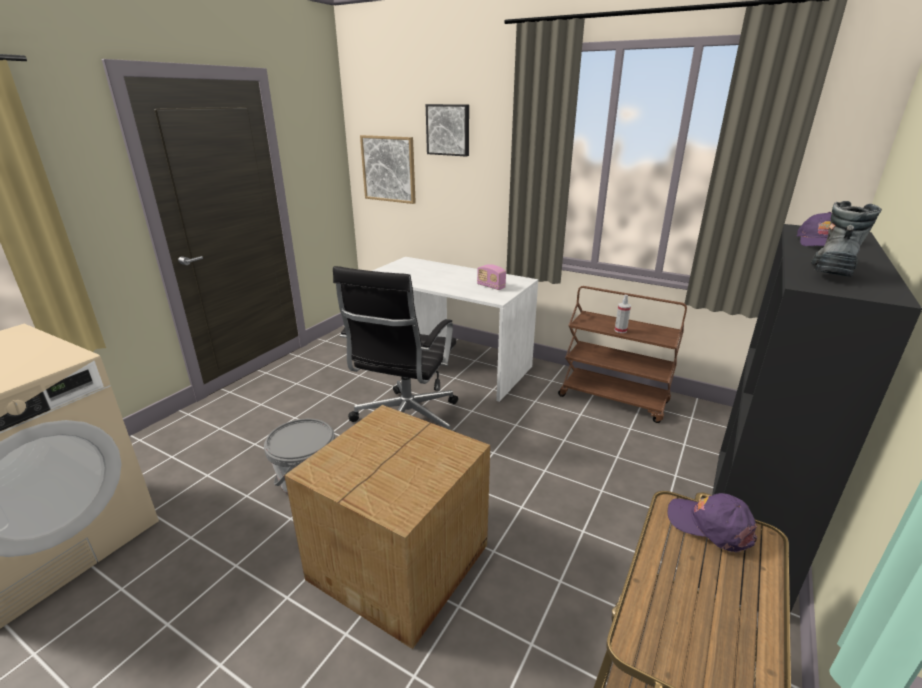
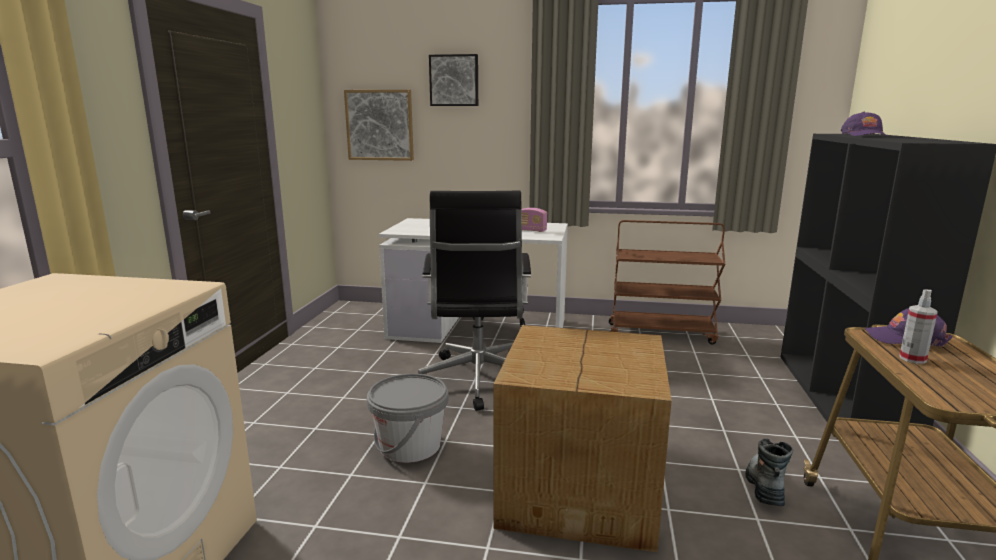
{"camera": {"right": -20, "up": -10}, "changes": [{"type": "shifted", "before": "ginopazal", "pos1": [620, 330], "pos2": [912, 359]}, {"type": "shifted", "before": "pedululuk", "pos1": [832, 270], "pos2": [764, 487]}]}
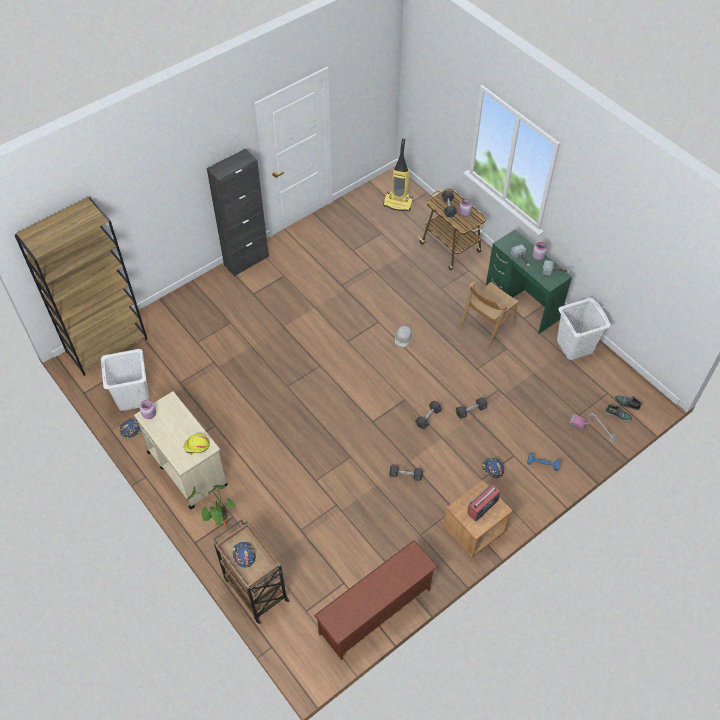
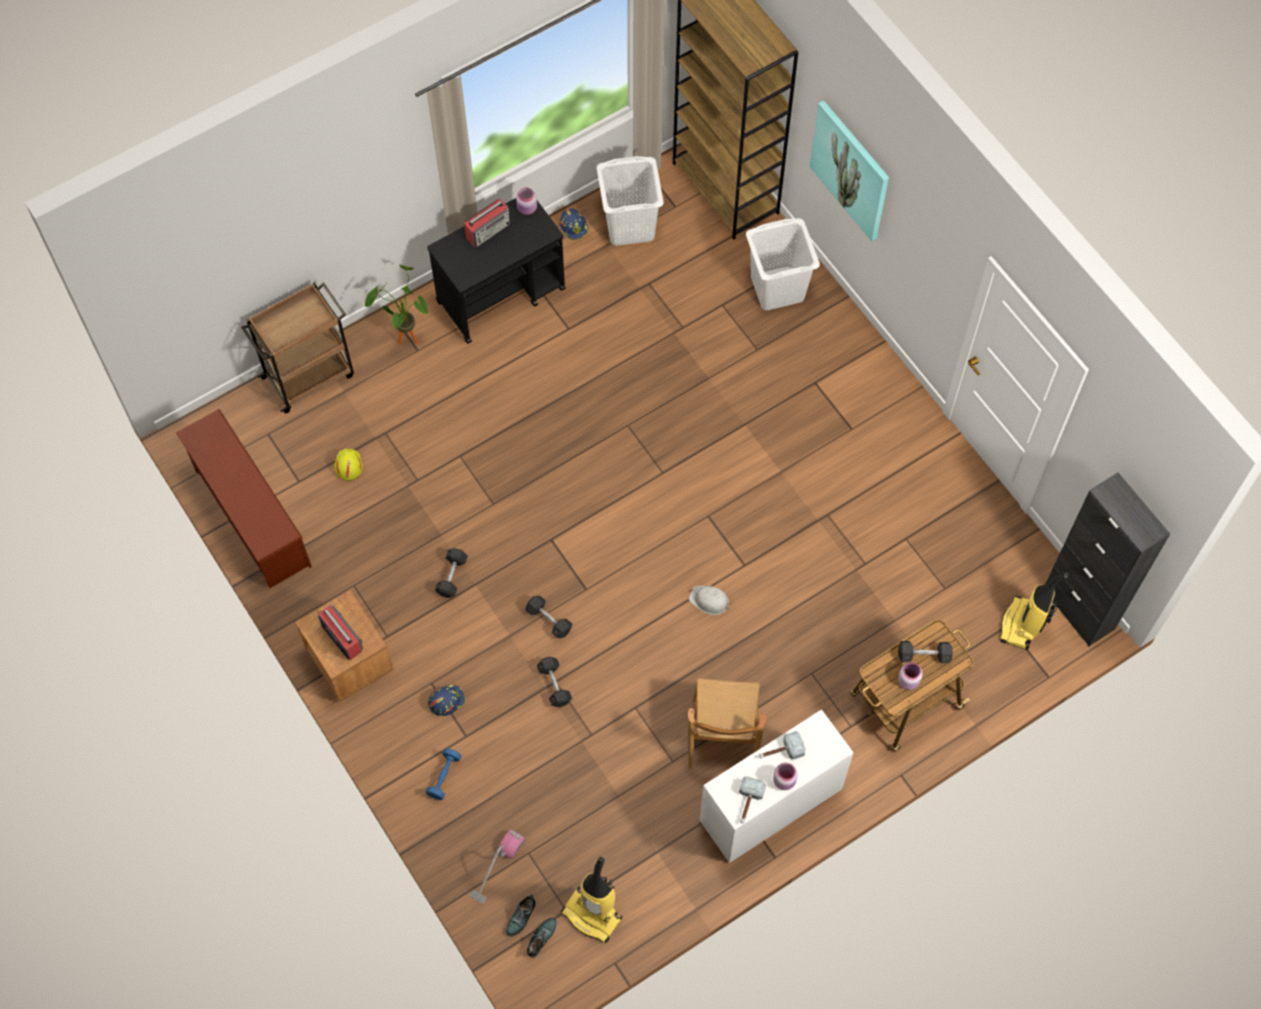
{"camera": {"right": 95, "up": 10}, "changes": [{"type": "repainted", "before": "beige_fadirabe", "after": "black_fadirabe", "pos1": [187, 468], "pos2": [502, 295]}, {"type": "shifted", "before": "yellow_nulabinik", "pos1": [197, 446], "pos2": [348, 465]}, {"type": "shifted", "before": "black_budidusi", "pos1": [246, 261], "pos2": [1078, 609]}, {"type": "gone", "before": "blue_nulabinik", "pos1": [243, 555]}, {"type": "rotated", "before": "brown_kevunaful", "pos1": [486, 326], "pos2": [723, 736], "turn": -135}, {"type": "repainted", "before": "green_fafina", "after": "white_fafina", "pos1": [522, 302], "pos2": [771, 805]}, {"type": "shifted", "before": "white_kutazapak", "pos1": [574, 346], "pos2": [778, 288]}, {"type": "new", "after": "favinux", "pos2": [488, 230]}, {"type": "new", "after": "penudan", "pos2": [593, 915]}, {"type": "new", "after": "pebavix", "pos2": [851, 169]}]}
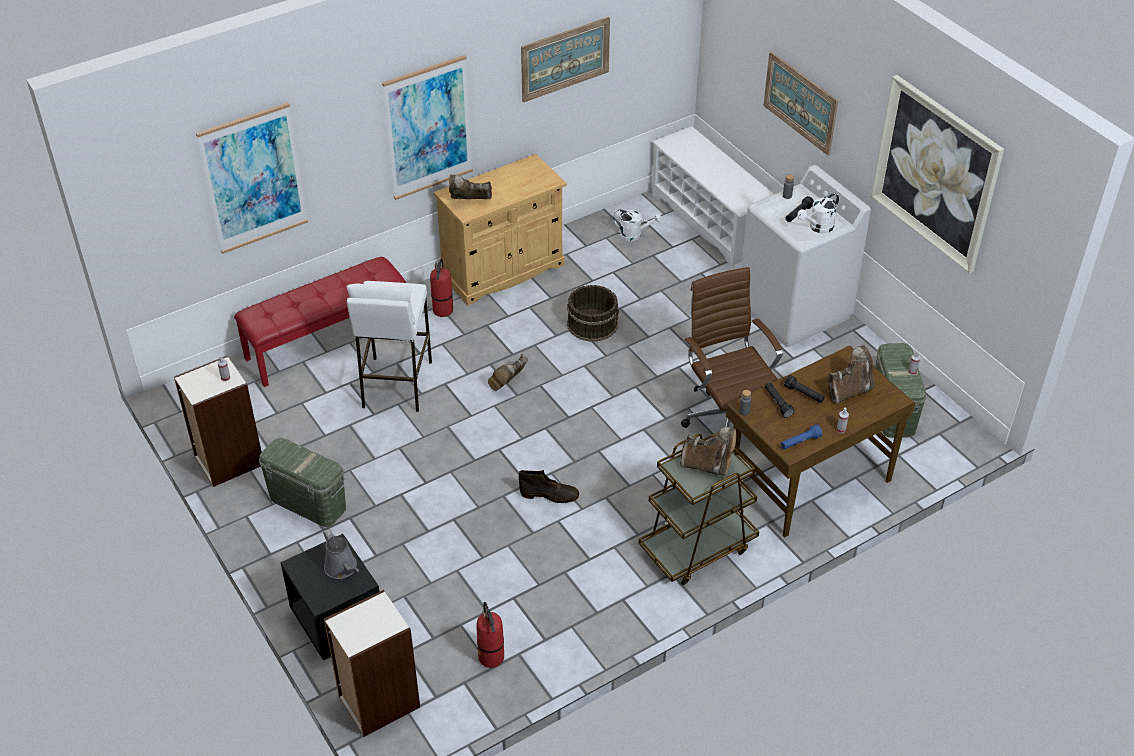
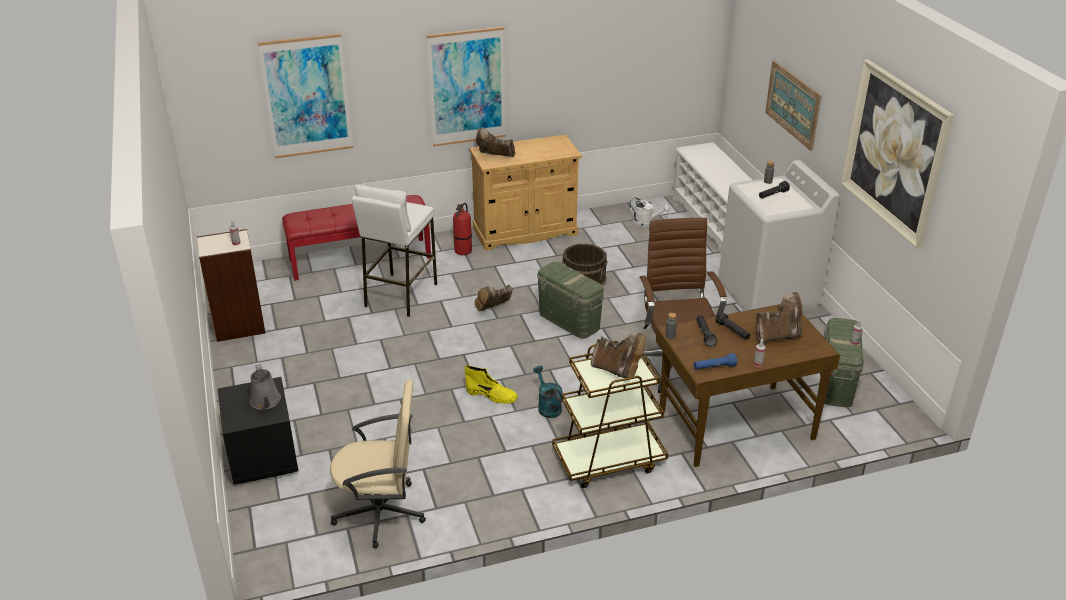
{"camera": {"right": 15, "up": -10}, "changes": [{"type": "shifted", "before": "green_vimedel", "pos1": [308, 502], "pos2": [569, 320]}, {"type": "gone", "before": "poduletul", "pos1": [378, 702]}, {"type": "swapped", "before": "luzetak", "after": "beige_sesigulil", "pos1": [491, 657], "pos2": [381, 513]}, {"type": "repainted", "before": "brown_pedululuk", "after": "yellow_pedululuk", "pos1": [550, 495], "pos2": [492, 395]}, {"type": "gone", "before": "pebavix", "pos1": [565, 59]}, {"type": "gone", "before": "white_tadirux", "pos1": [818, 227]}, {"type": "new", "after": "turquoise_tadirux", "pos2": [547, 406]}]}
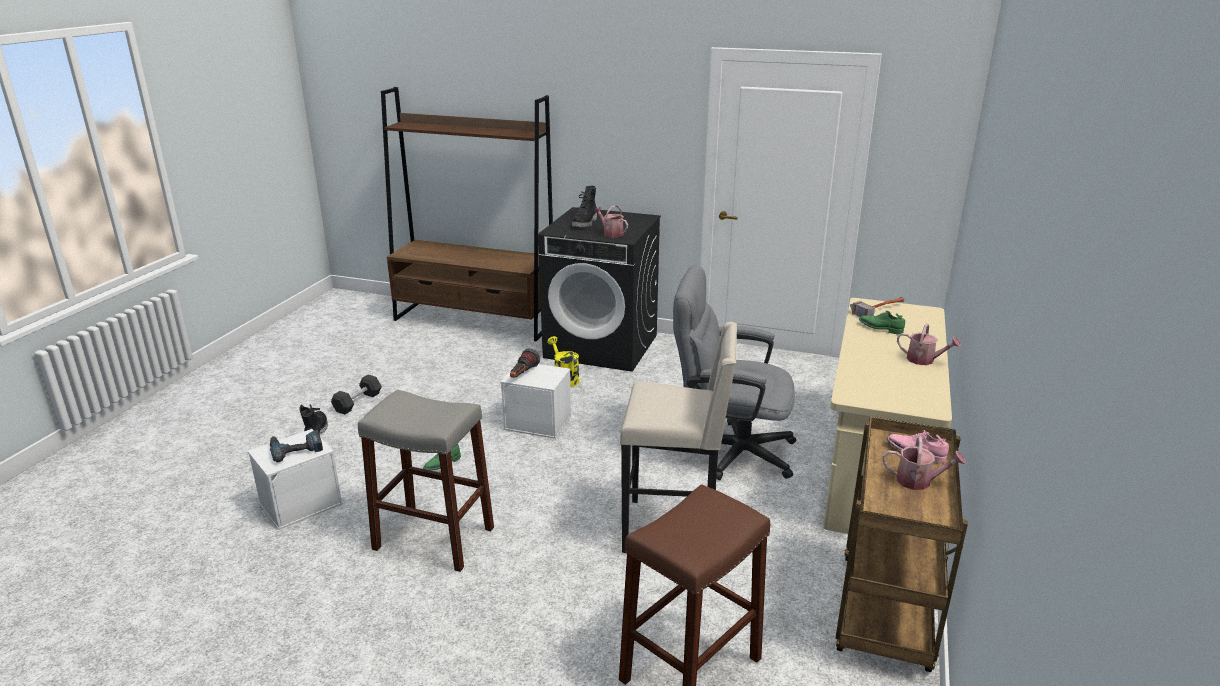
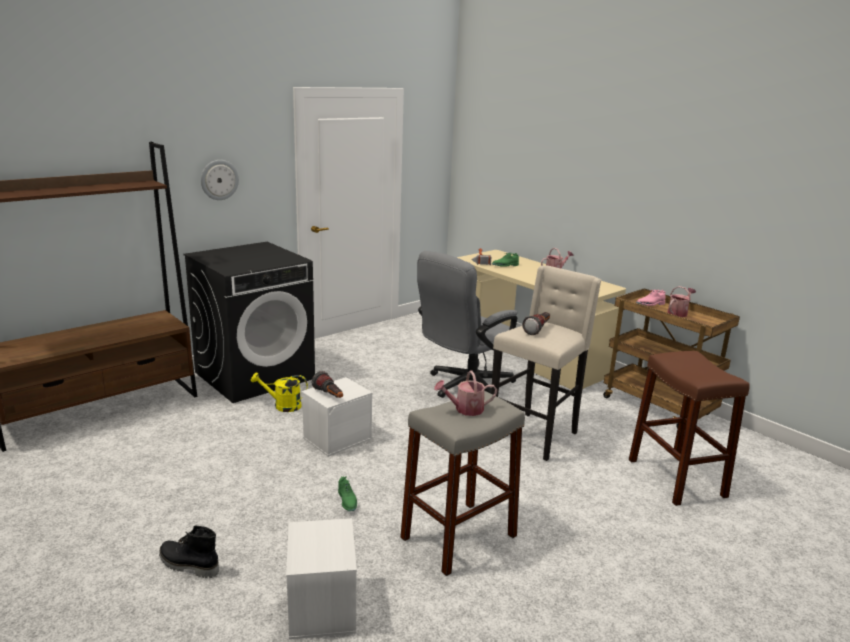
{"camera": {"right": -60, "up": -5}, "changes": [{"type": "gone", "before": "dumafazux", "pos1": [296, 448]}, {"type": "gone", "before": "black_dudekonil", "pos1": [358, 402]}, {"type": "gone", "before": "black_pedululuk", "pos1": [585, 223]}, {"type": "shifted", "before": "tadirux", "pos1": [611, 233], "pos2": [465, 409]}, {"type": "new", "after": "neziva", "pos2": [219, 179]}, {"type": "new", "after": "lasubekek", "pos2": [538, 329]}]}
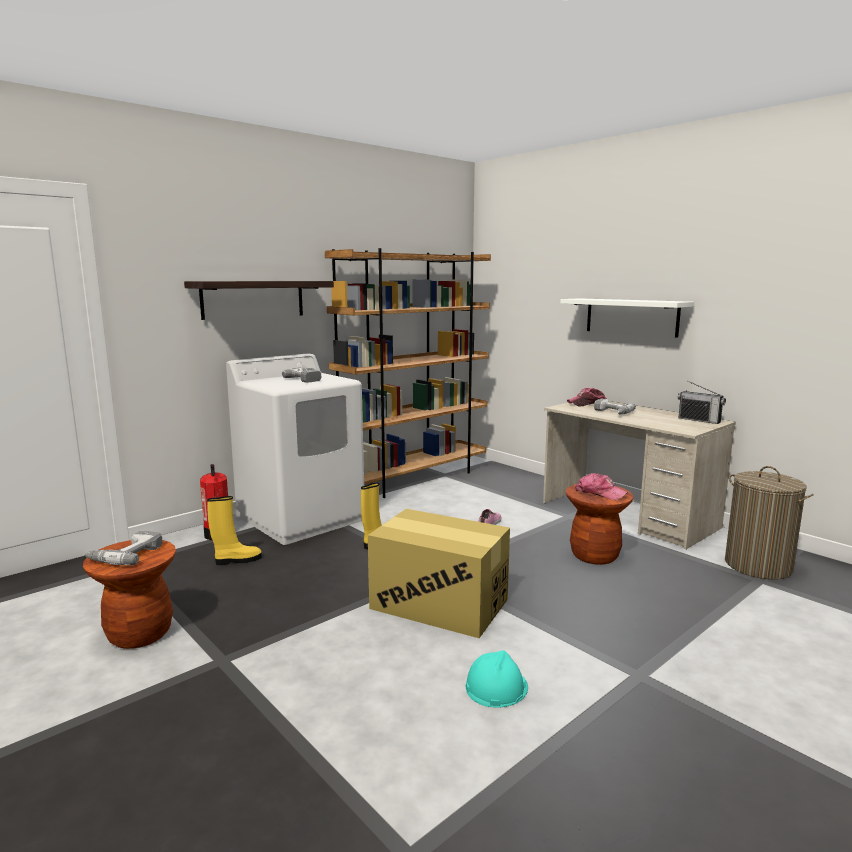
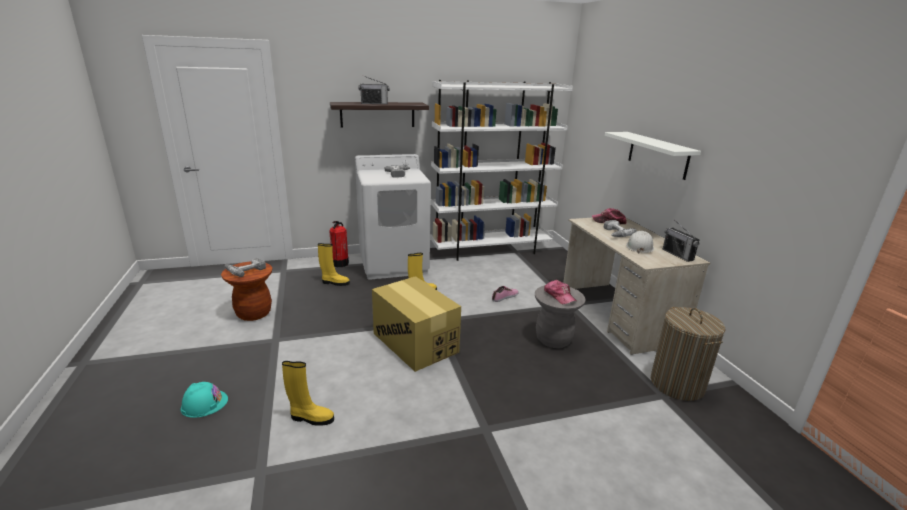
{"camera": {"right": 25, "up": 10}, "changes": [{"type": "repainted", "before": "brown_poduletul", "after": "white_poduletul", "pos1": [414, 479], "pos2": [491, 250]}, {"type": "shifted", "before": "turquoise_nulabinik", "pos1": [496, 687], "pos2": [204, 403]}, {"type": "repainted", "before": "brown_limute", "after": "grey_limute", "pos1": [594, 555], "pos2": [553, 339]}, {"type": "new", "after": "yellow_pedululuk", "pos2": [311, 418]}, {"type": "new", "after": "favinux", "pos2": [374, 103]}, {"type": "new", "after": "white_nulabinik", "pos2": [639, 247]}]}
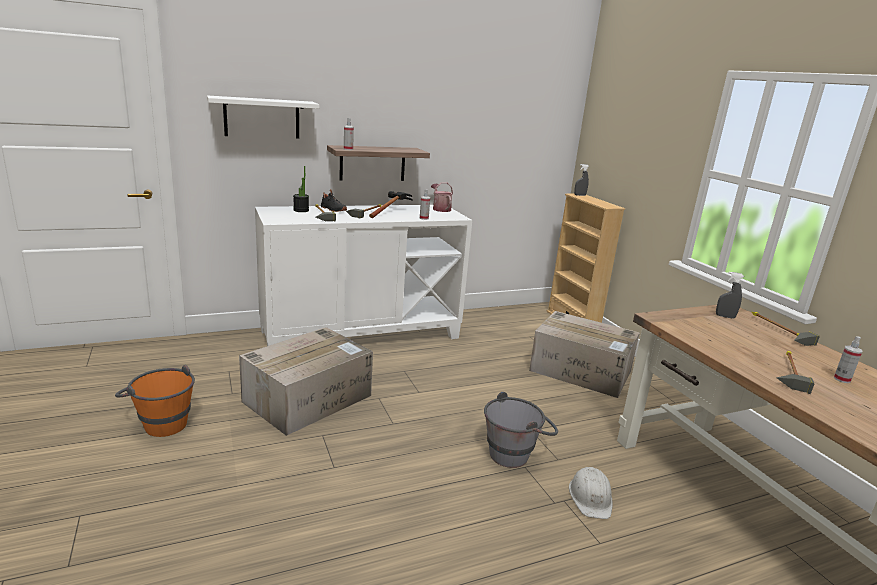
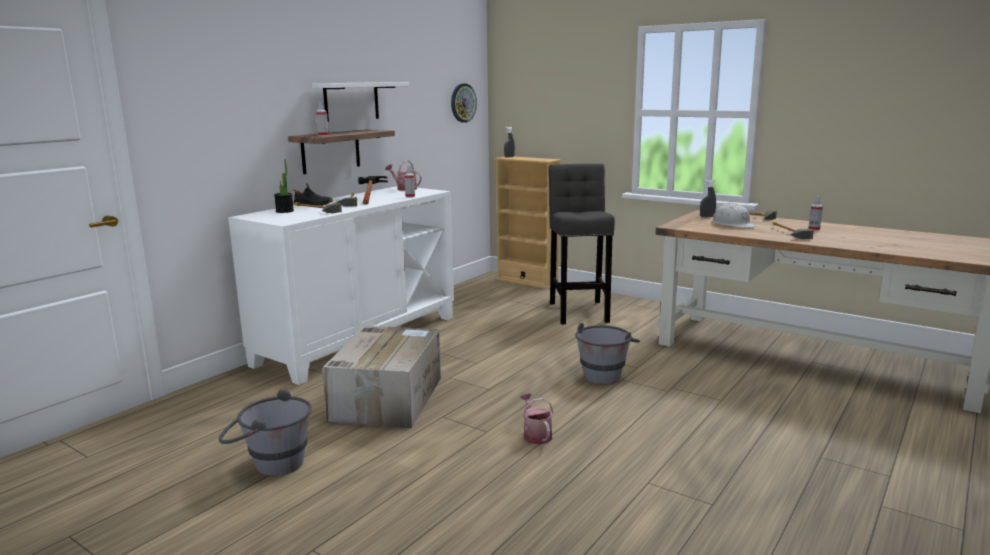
{"camera": {"right": -30, "up": -5}, "changes": [{"type": "repainted", "before": "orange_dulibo", "after": "grey_dulibo", "pos1": [160, 422], "pos2": [269, 464]}, {"type": "shifted", "before": "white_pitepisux", "pos1": [262, 118], "pos2": [351, 101]}, {"type": "swapped", "before": "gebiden", "after": "grey_limute", "pos1": [582, 371], "pos2": [579, 311]}, {"type": "shifted", "before": "white_nulabinik", "pos1": [591, 497], "pos2": [733, 224]}, {"type": "new", "after": "neziva", "pos2": [463, 103]}, {"type": "new", "after": "tadirux", "pos2": [536, 435]}]}
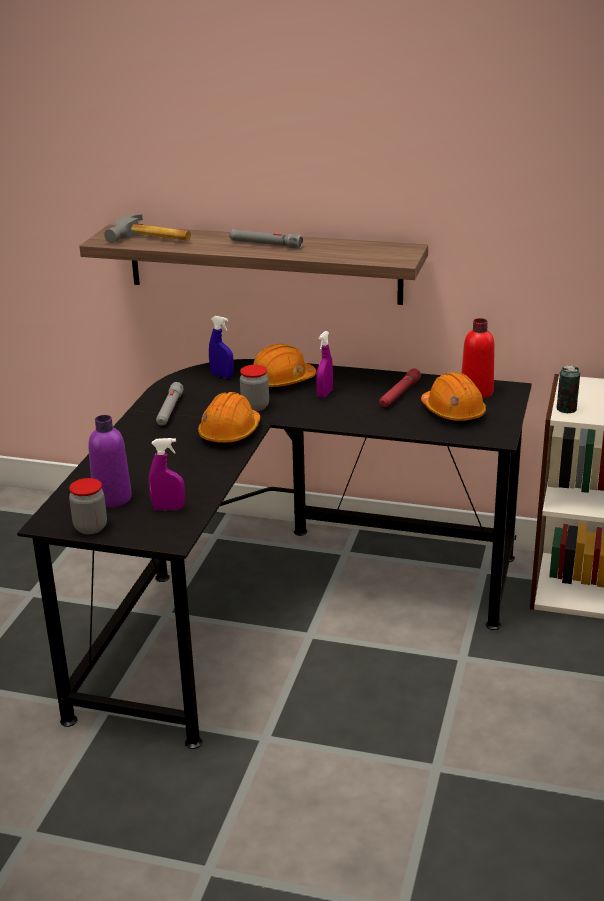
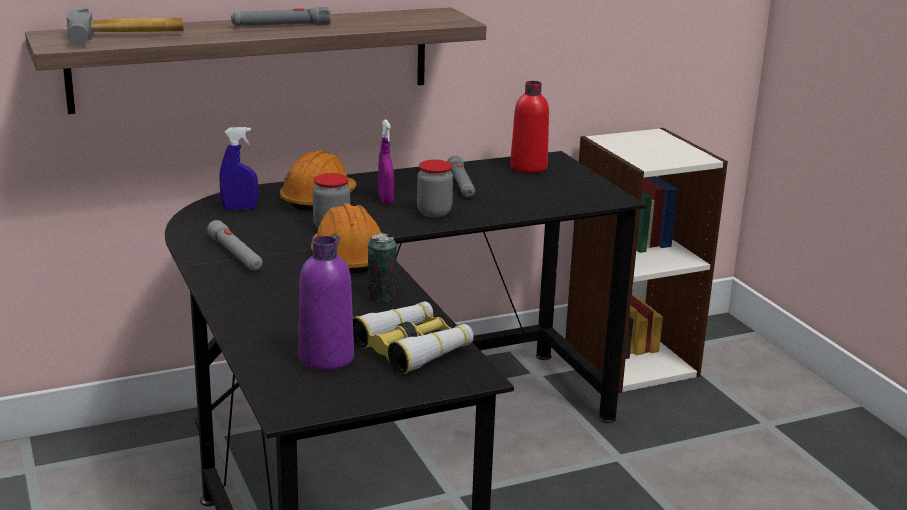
{"camera": {"right": -40, "up": -5}, "changes": [{"type": "shifted", "before": "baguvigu", "pos1": [90, 527], "pos2": [434, 212]}, {"type": "swapped", "before": "purple_ginopazal", "after": "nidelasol", "pos1": [168, 508], "pos2": [412, 348]}, {"type": "repainted", "before": "red_lasubekek", "after": "grey_lasubekek", "pos1": [399, 394], "pos2": [461, 184]}, {"type": "gone", "before": "orange_nulabinik", "pos1": [453, 412]}, {"type": "shifted", "before": "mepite", "pos1": [566, 409], "pos2": [381, 296]}]}
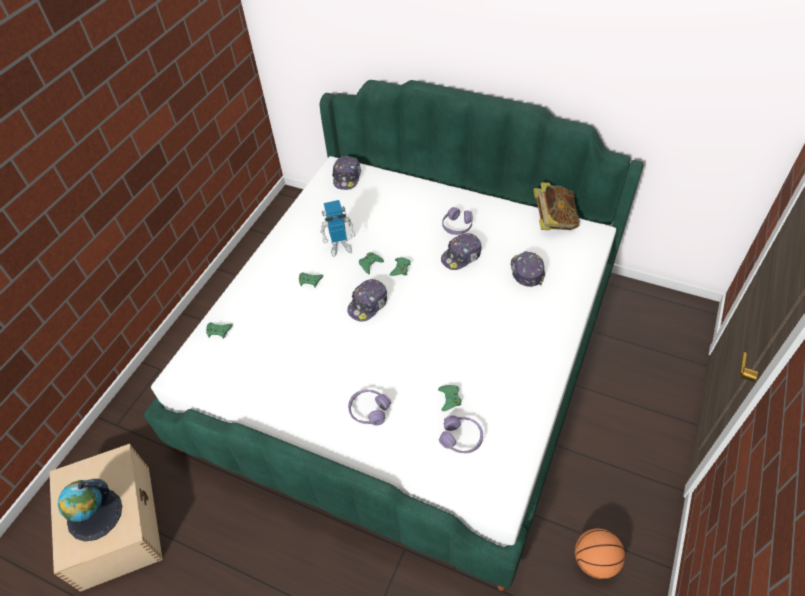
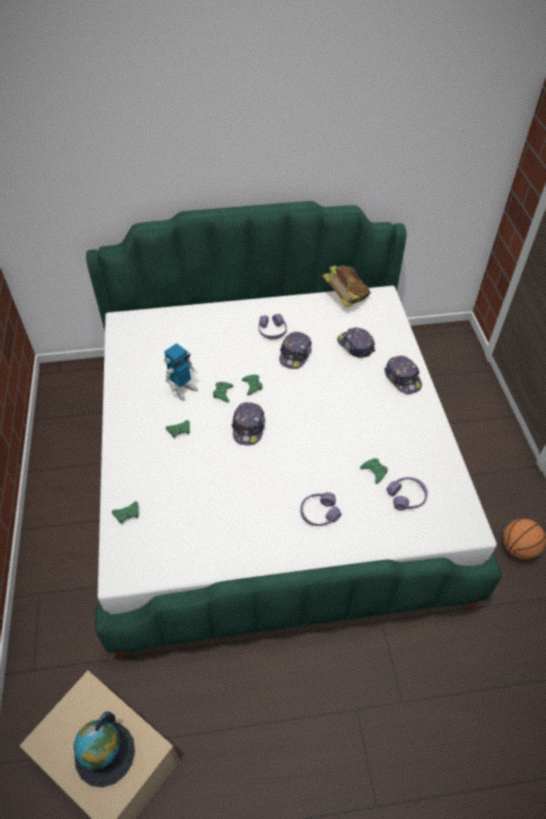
{"camera": {"right": -35, "up": 0}, "changes": [{"type": "shifted", "before": "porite", "pos1": [347, 177], "pos2": [402, 379]}]}
